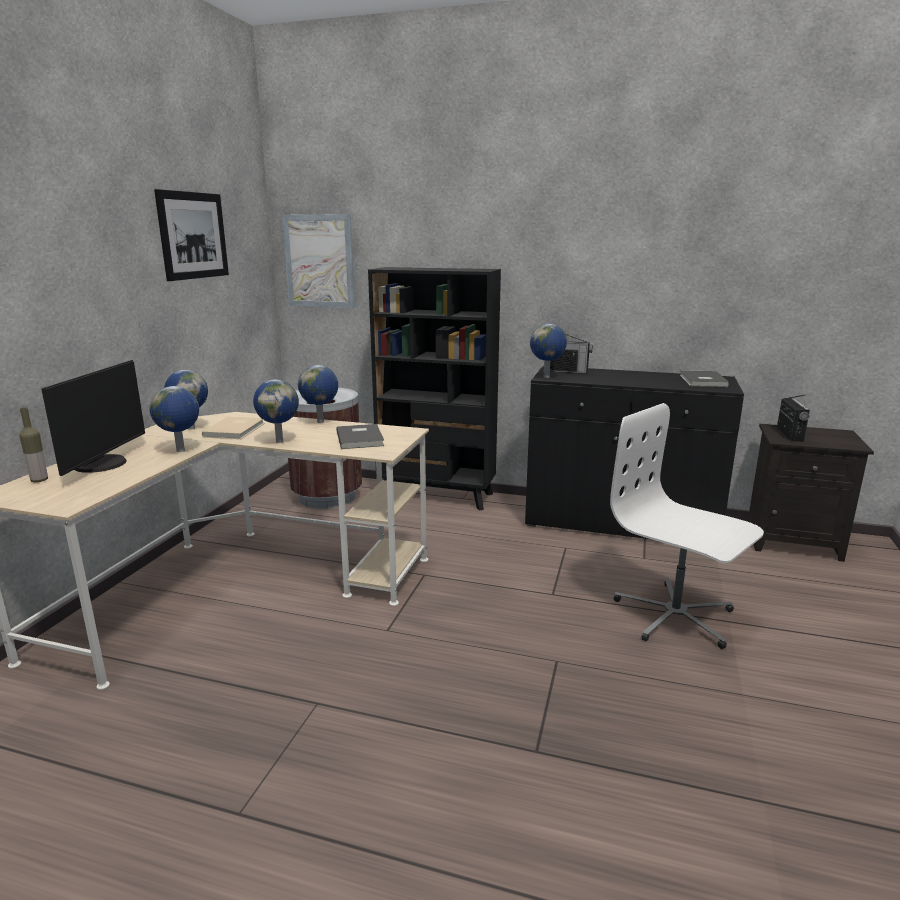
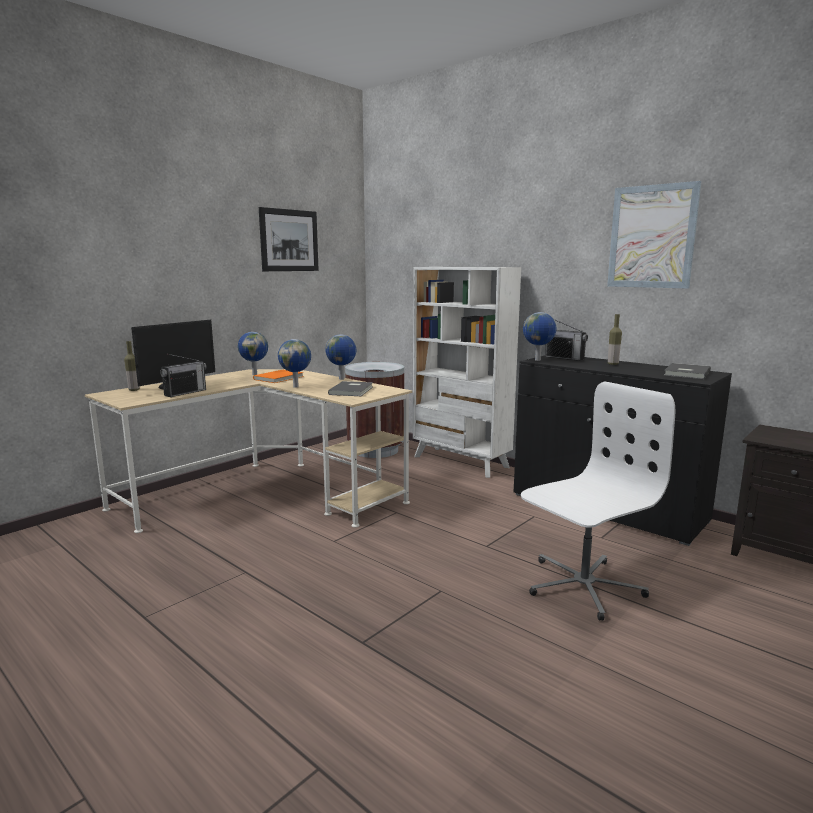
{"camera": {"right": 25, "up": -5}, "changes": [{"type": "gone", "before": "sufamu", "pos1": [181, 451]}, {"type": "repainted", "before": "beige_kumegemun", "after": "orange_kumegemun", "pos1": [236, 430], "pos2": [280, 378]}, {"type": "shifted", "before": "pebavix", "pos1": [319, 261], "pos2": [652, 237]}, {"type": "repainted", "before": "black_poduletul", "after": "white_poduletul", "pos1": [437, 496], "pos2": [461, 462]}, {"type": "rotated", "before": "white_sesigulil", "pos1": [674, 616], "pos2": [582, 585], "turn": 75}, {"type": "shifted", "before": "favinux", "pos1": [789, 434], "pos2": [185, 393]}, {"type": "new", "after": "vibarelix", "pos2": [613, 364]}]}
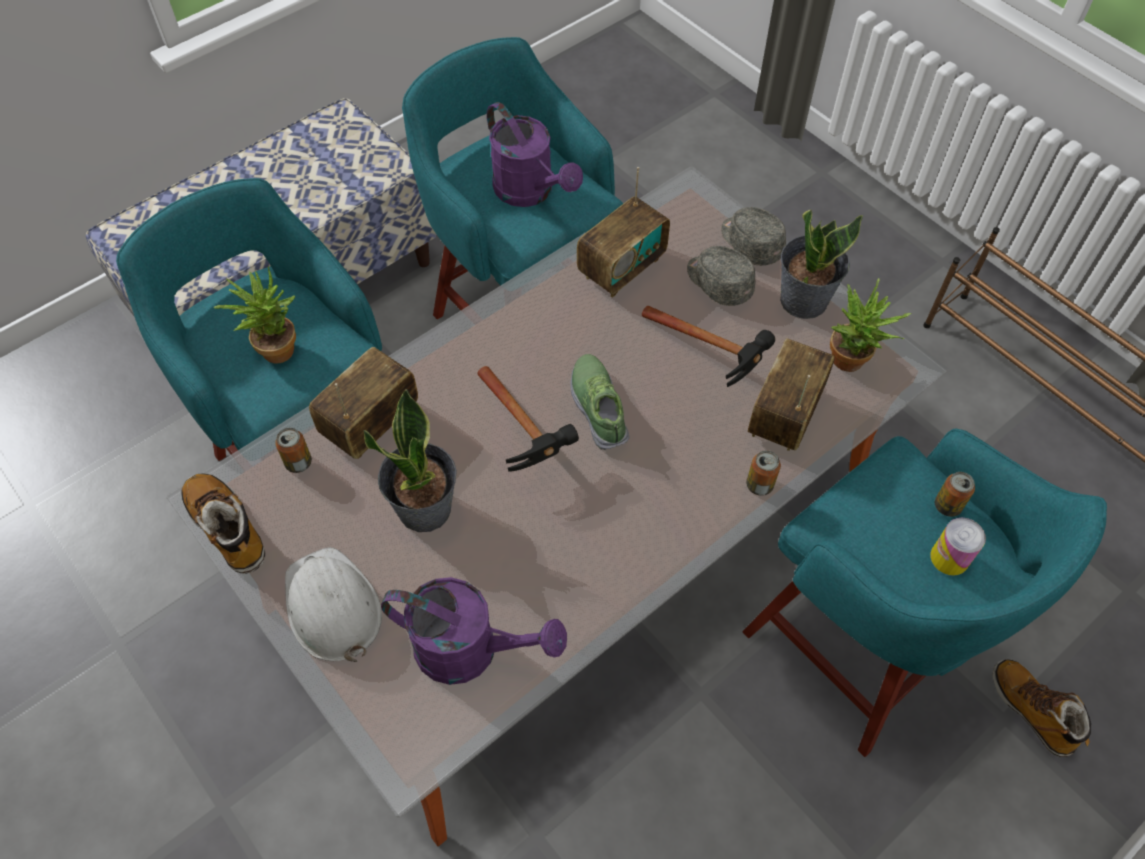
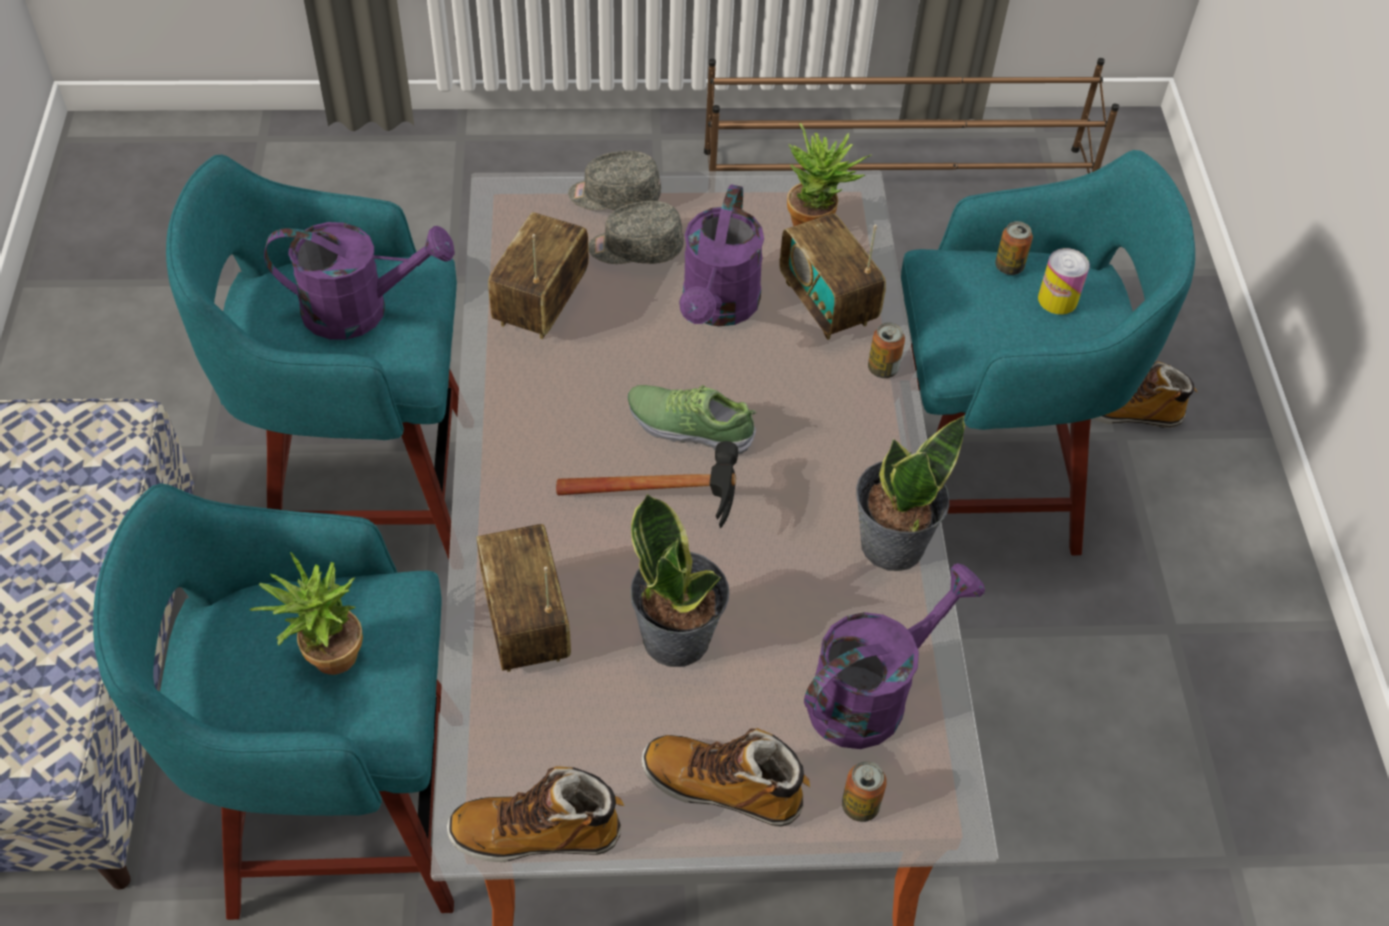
{"camera": {"right": -55, "up": -5}, "changes": [{"type": "shifted", "before": "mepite", "pos1": [298, 462], "pos2": [860, 806]}, {"type": "swapped", "before": "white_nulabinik", "after": "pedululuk", "pos1": [332, 607], "pos2": [723, 787]}, {"type": "rotated", "before": "favinux", "pos1": [621, 268], "pos2": [541, 303], "turn": -150}, {"type": "swapped", "before": "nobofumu", "after": "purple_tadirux", "pos1": [713, 358], "pos2": [718, 309]}, {"type": "shifted", "before": "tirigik", "pos1": [803, 299], "pos2": [891, 543]}]}
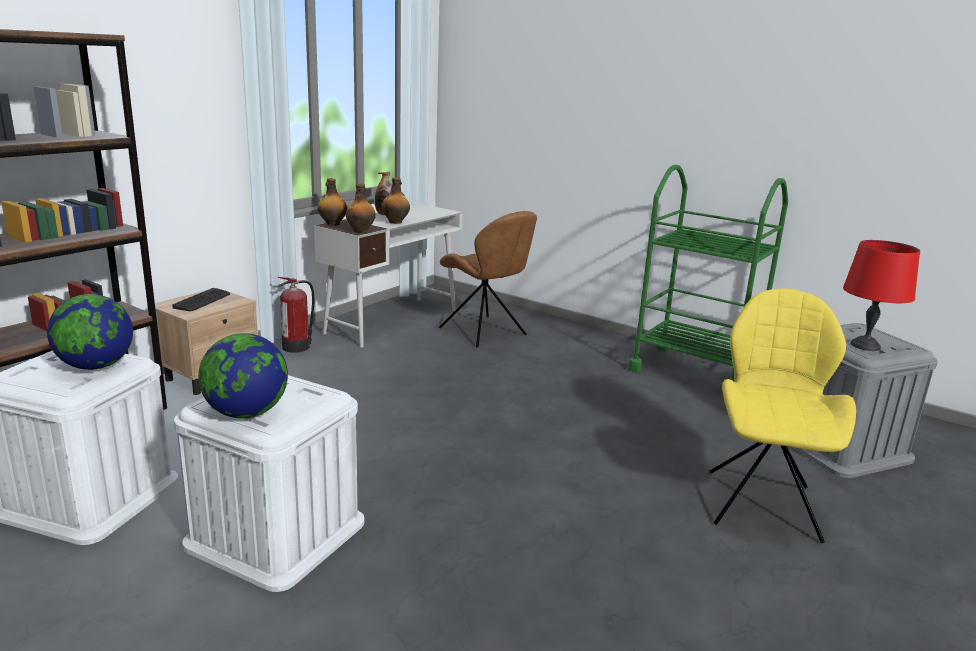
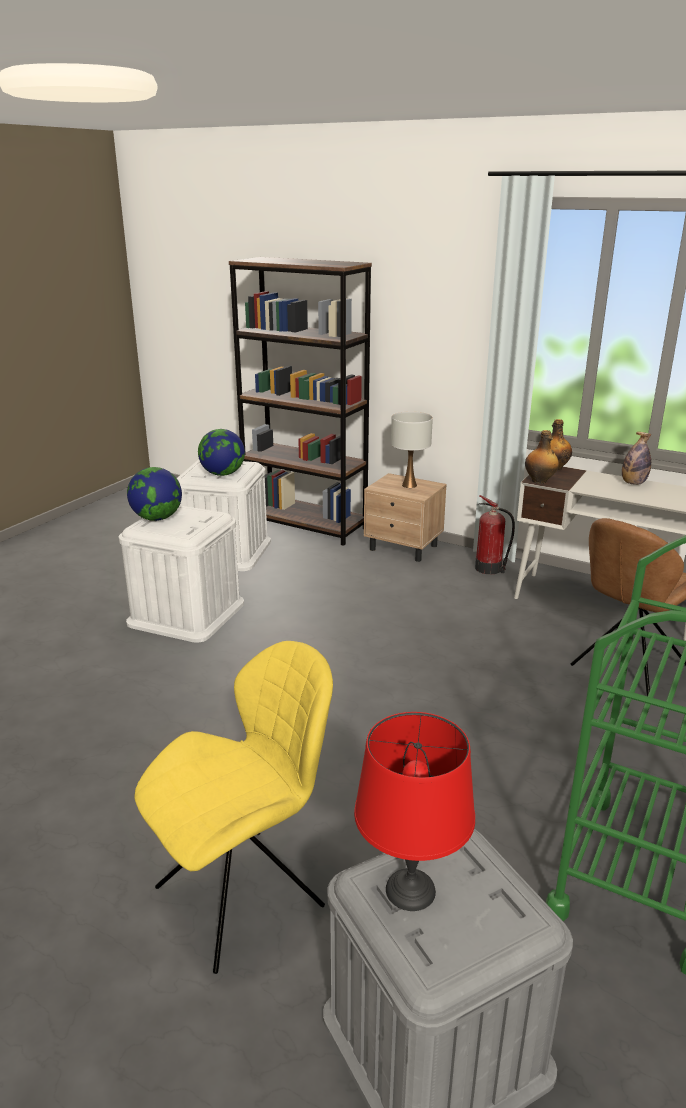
{"camera": {"right": 85, "up": 5}, "changes": [{"type": "swapped", "before": "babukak", "after": "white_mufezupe", "pos1": [202, 300], "pos2": [409, 485]}, {"type": "gone", "before": "vibarelix", "pos1": [396, 222]}, {"type": "rotated", "before": "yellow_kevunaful", "pos1": [762, 502], "pos2": [245, 894], "turn": -45}]}
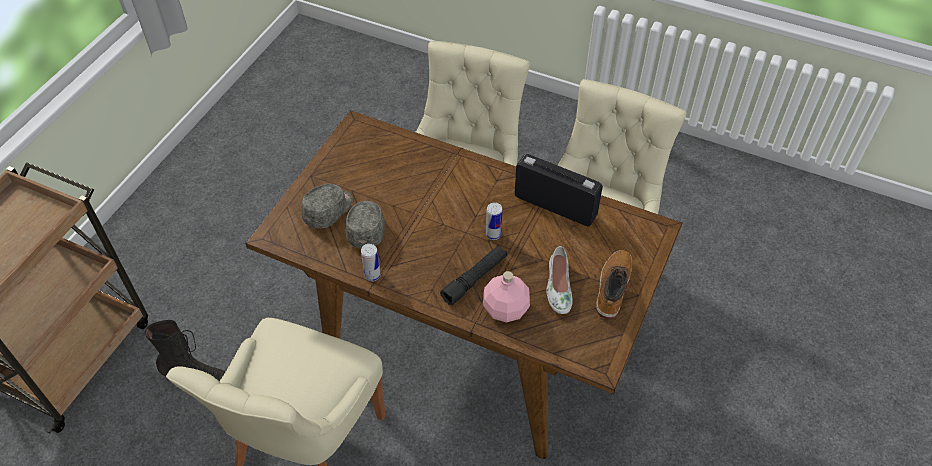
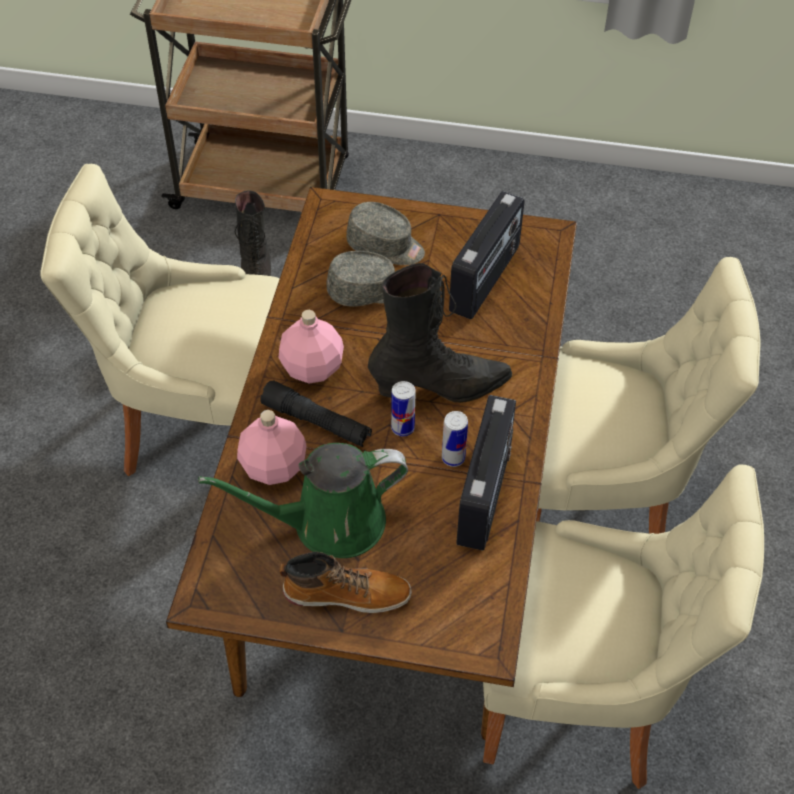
{"camera": {"right": 75, "up": 0}, "changes": [{"type": "shifted", "before": "mepite", "pos1": [372, 275], "pos2": [453, 458]}, {"type": "swapped", "before": "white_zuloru", "after": "green_tadirux", "pos1": [558, 287], "pos2": [329, 523]}, {"type": "new", "after": "pink_vibarelix", "pos2": [313, 367]}, {"type": "new", "after": "black_pedululuk", "pos2": [440, 388]}, {"type": "new", "after": "favinux", "pos2": [486, 279]}]}
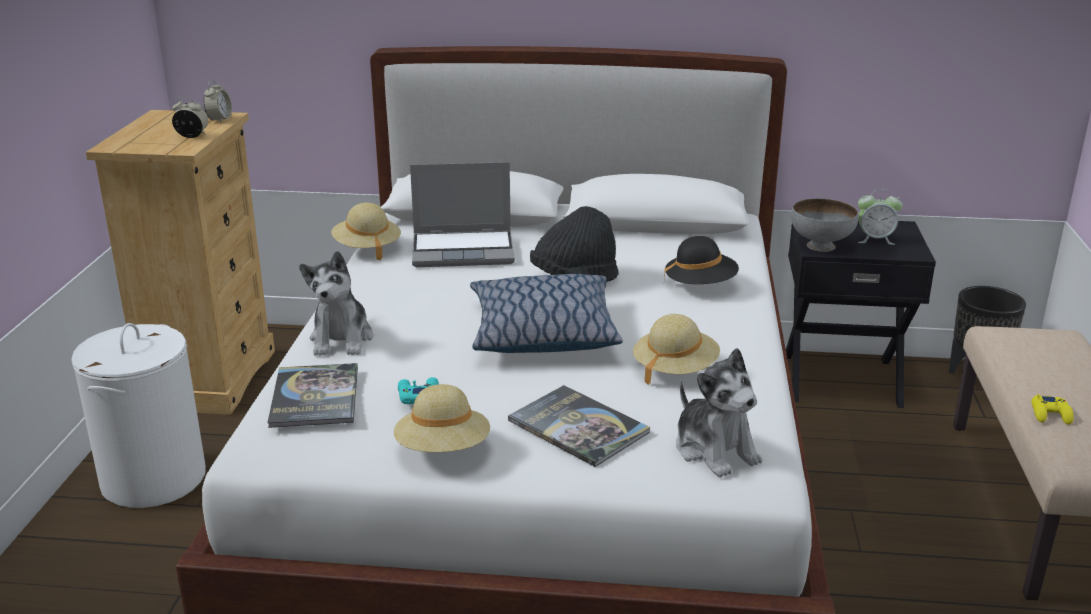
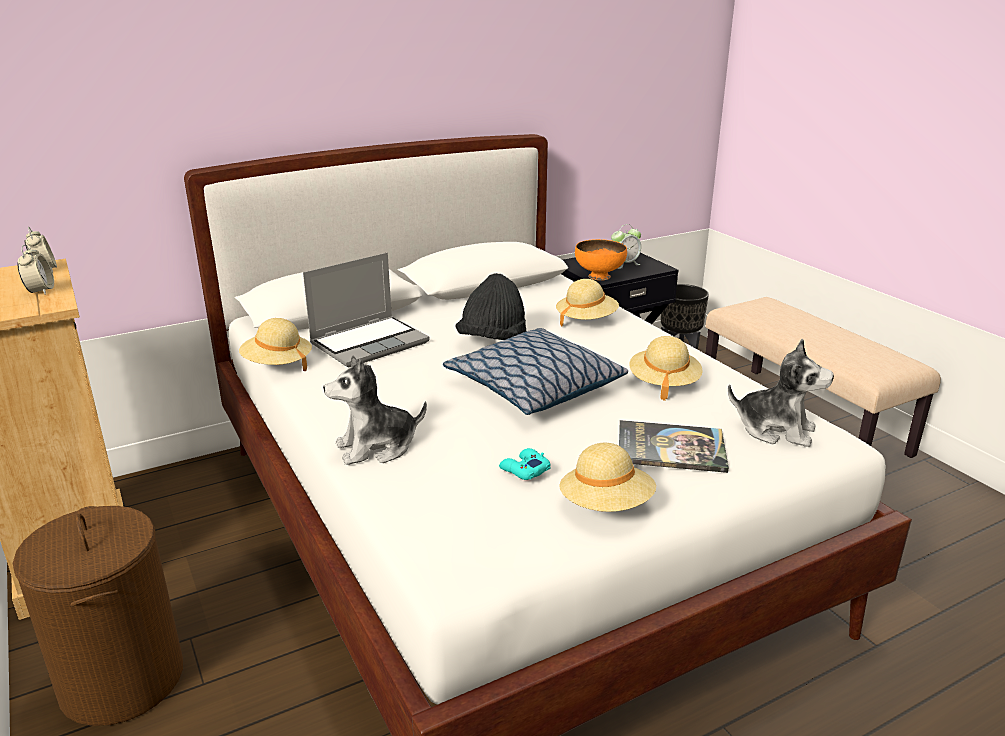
{"camera": {"right": -35, "up": 0}, "changes": [{"type": "repainted", "before": "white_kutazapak", "after": "brown_kutazapak", "pos1": [153, 479], "pos2": [123, 680]}, {"type": "rotated", "before": "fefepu", "pos1": [192, 136], "pos2": [40, 291], "turn": 105}, {"type": "gone", "before": "kumegemun", "pos1": [315, 397]}, {"type": "rotated", "before": "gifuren", "pos1": [342, 339], "pos2": [376, 447], "turn": 105}, {"type": "repainted", "before": "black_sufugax", "after": "beige_sufugax", "pos1": [700, 285], "pos2": [586, 320]}, {"type": "repainted", "before": "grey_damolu", "after": "orange_damolu", "pos1": [820, 246], "pos2": [599, 276]}, {"type": "gone", "before": "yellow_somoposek", "pos1": [1050, 415]}]}
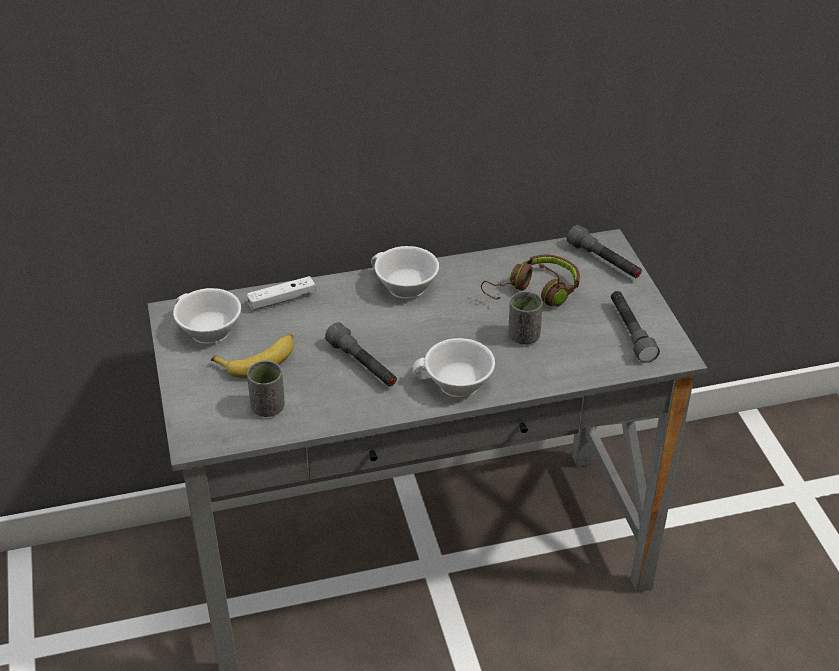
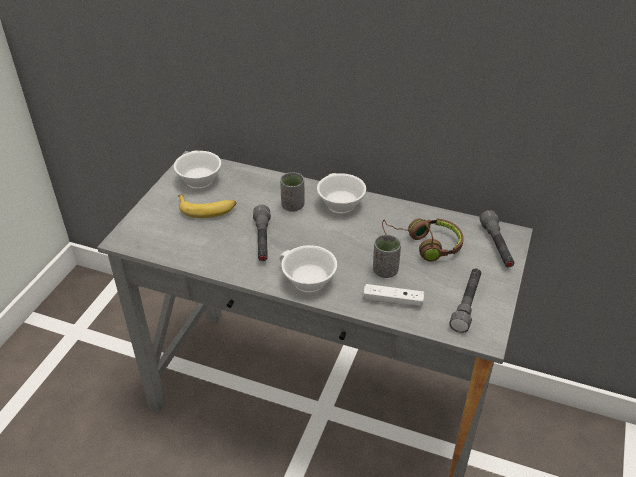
{"camera": {"right": 35, "up": 0}, "changes": [{"type": "shifted", "before": "white_somoposek", "pos1": [282, 299], "pos2": [393, 300]}, {"type": "shifted", "before": "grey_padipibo", "pos1": [268, 408], "pos2": [293, 206]}]}
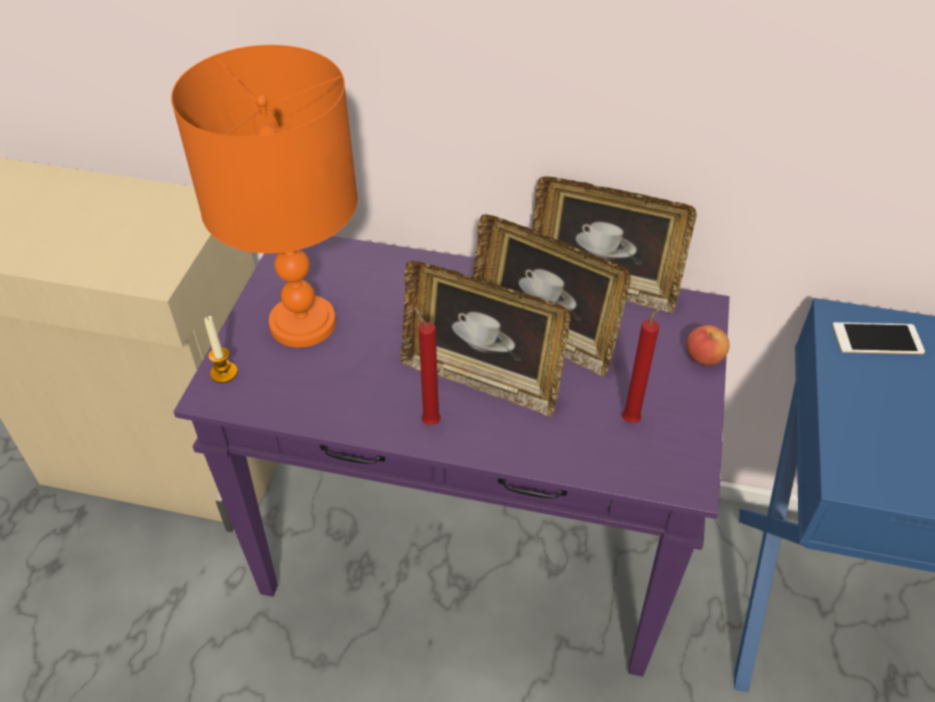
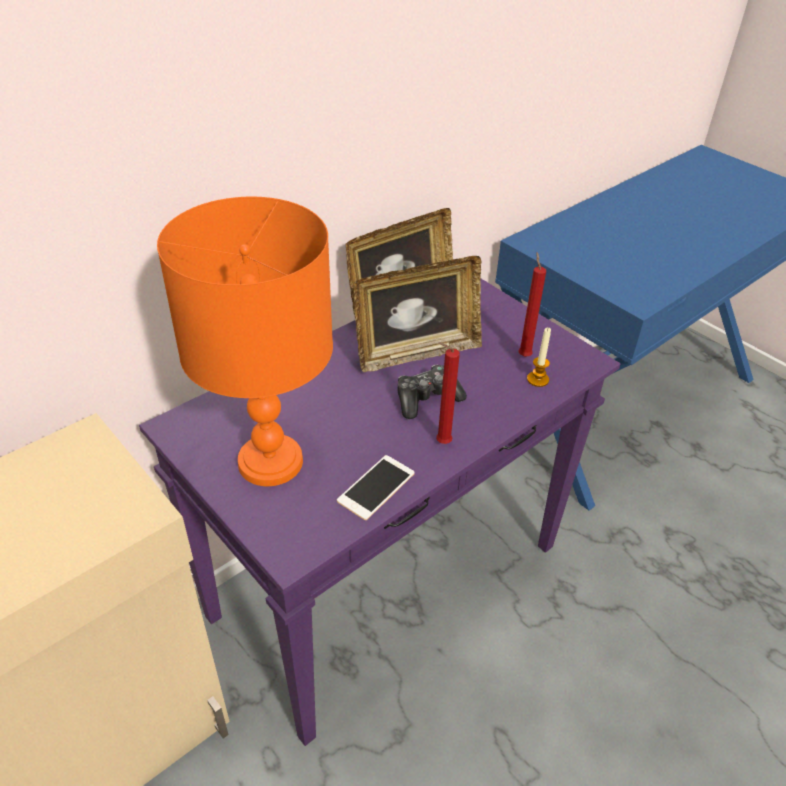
{"camera": {"right": -55, "up": -5}, "changes": [{"type": "shifted", "before": "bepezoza", "pos1": [224, 373], "pos2": [537, 379]}, {"type": "swapped", "before": "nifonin", "after": "somoposek", "pos1": [482, 379], "pos2": [427, 398]}, {"type": "gone", "before": "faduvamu", "pos1": [704, 357]}, {"type": "shifted", "before": "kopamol", "pos1": [877, 339], "pos2": [376, 487]}]}
